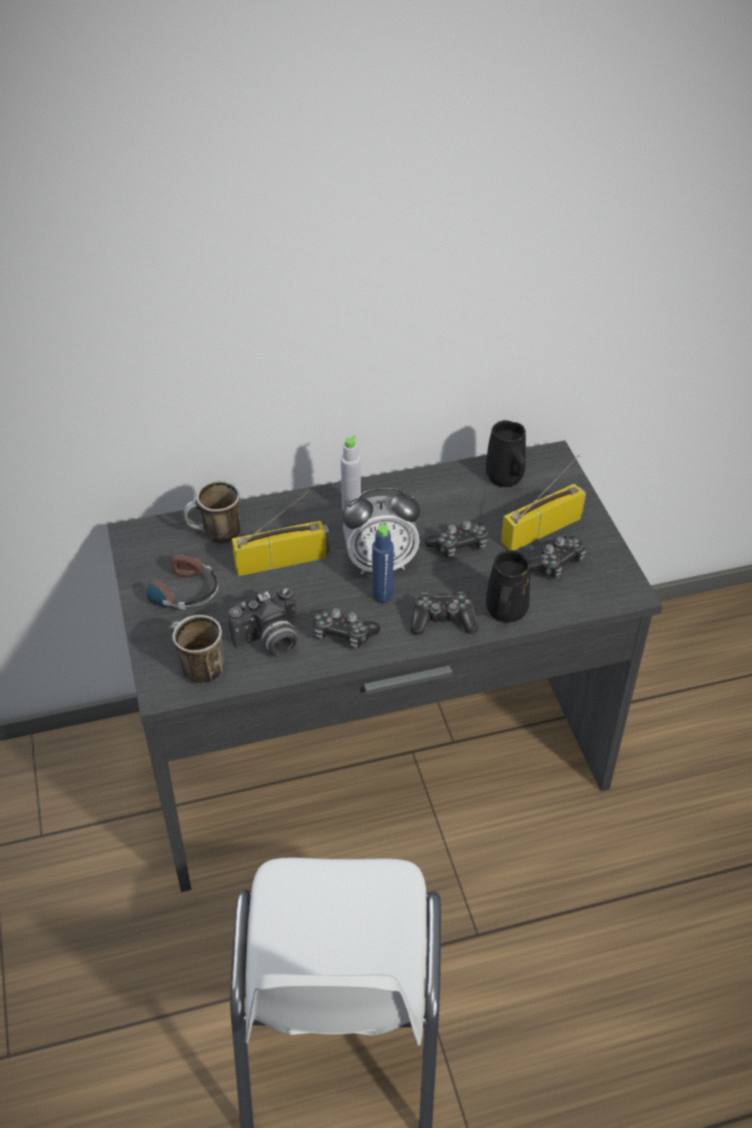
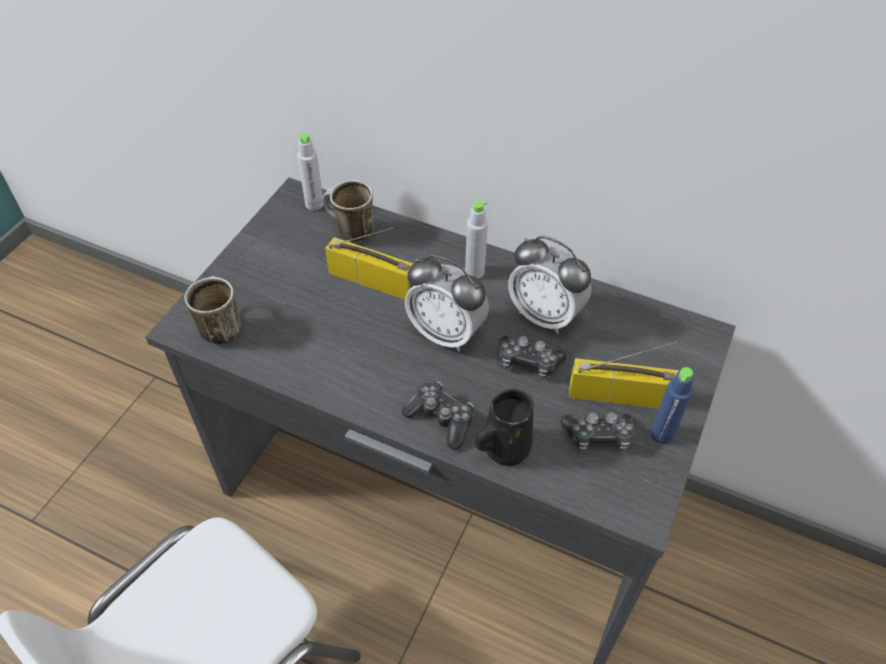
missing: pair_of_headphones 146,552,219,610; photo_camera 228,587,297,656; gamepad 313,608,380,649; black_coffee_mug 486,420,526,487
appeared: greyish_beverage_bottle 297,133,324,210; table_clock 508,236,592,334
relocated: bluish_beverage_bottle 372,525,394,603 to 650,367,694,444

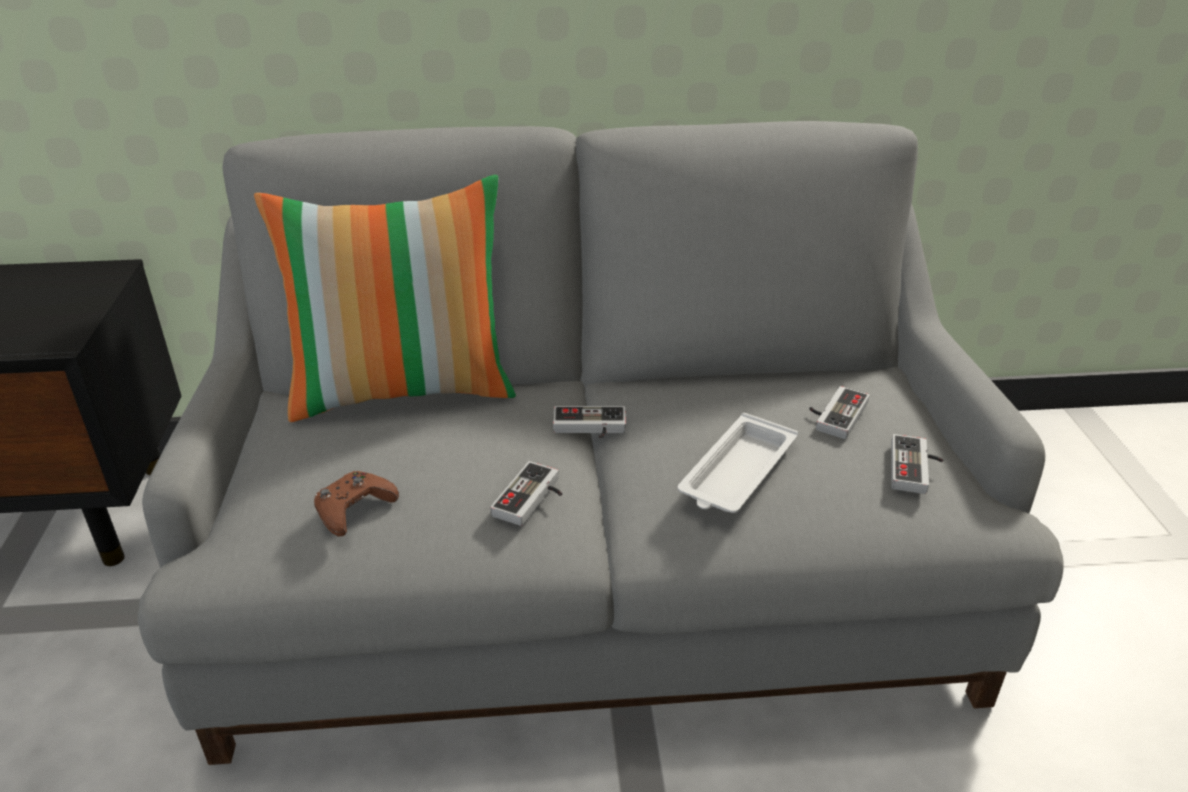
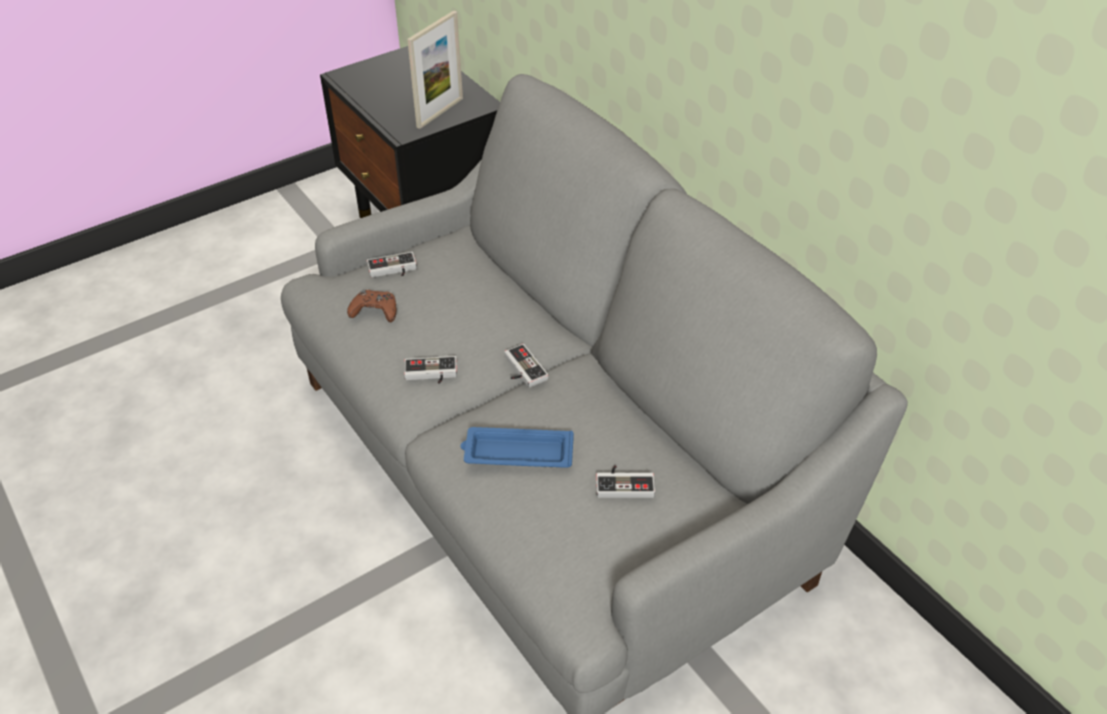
missing: pillow 254,175,516,422
appeared: standing_frame 407,11,463,129
relocated: gamepad 891,434,943,494 to 367,252,417,277
colour: whitish_tray 678,413,798,513 to bluish_tray 460,427,574,468

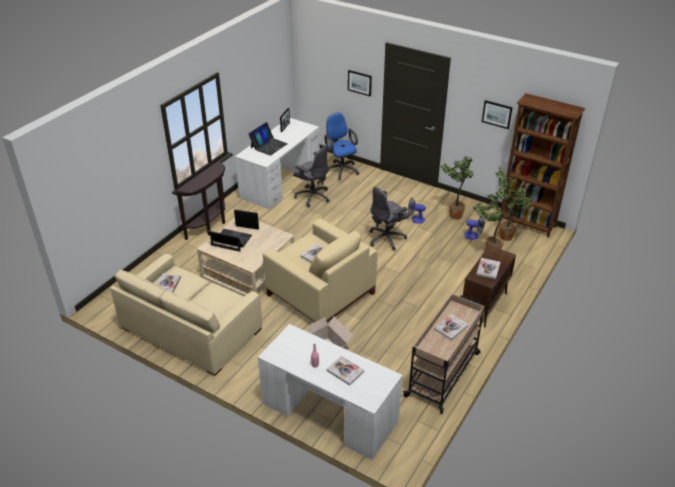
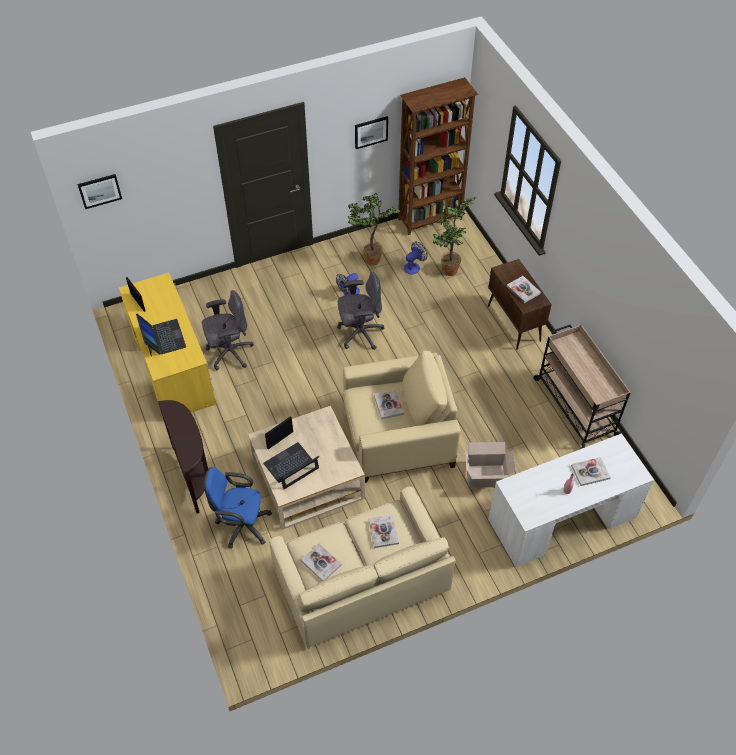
missing: houseplant 495,168,536,241
relocated: wall_art 348,70,372,96 to 77,174,122,209; bluish_computer_chair 324,113,359,180 to 204,467,272,549; bound_book 434,314,468,340 to 369,514,399,548
colour: whitish_desk 235,118,320,210 to yellow-coloured_desk 119,273,216,413
spun: greyish_computer_chair 369,186,409,251 = 337,272,384,350 105 degrees counterclockwise

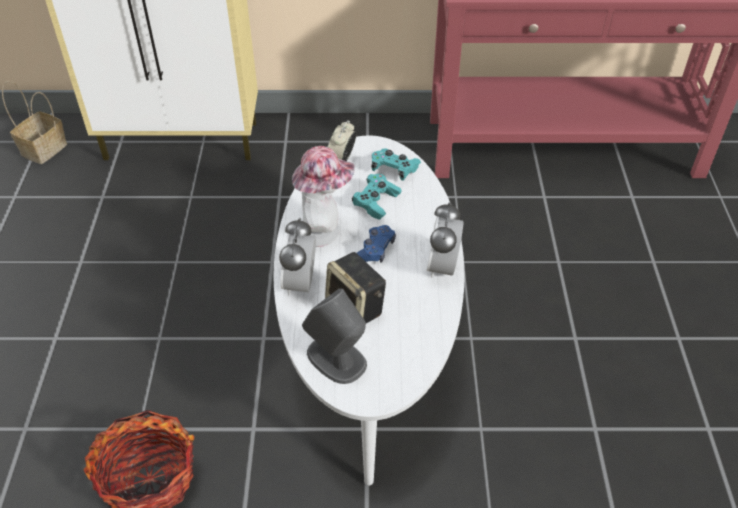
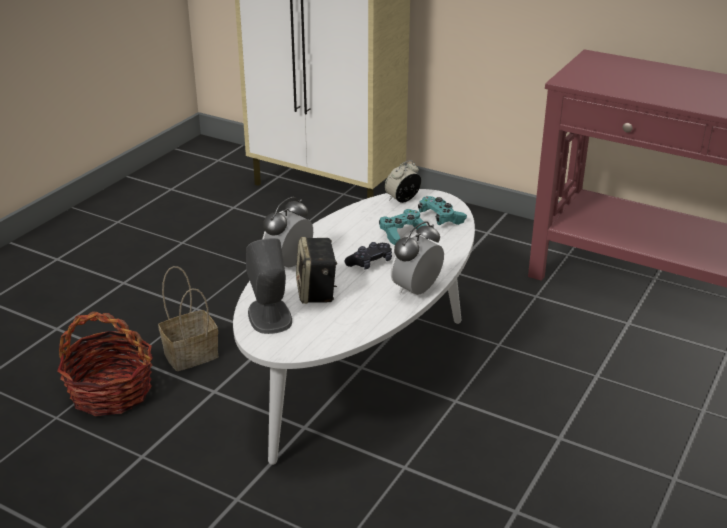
missing: wearable_hat 292,146,355,247
relocated: storage_basket 2,80,67,164 to 158,266,218,371
colour: bluish_gamepad 357,225,396,263 to black_gamepad 344,242,392,270

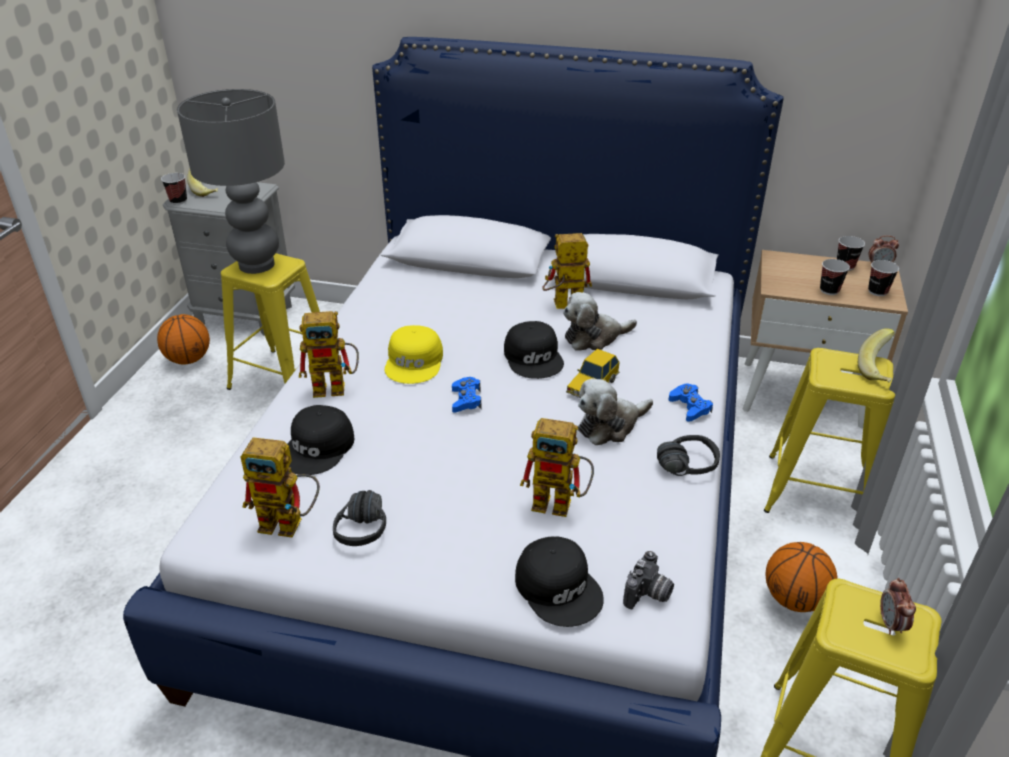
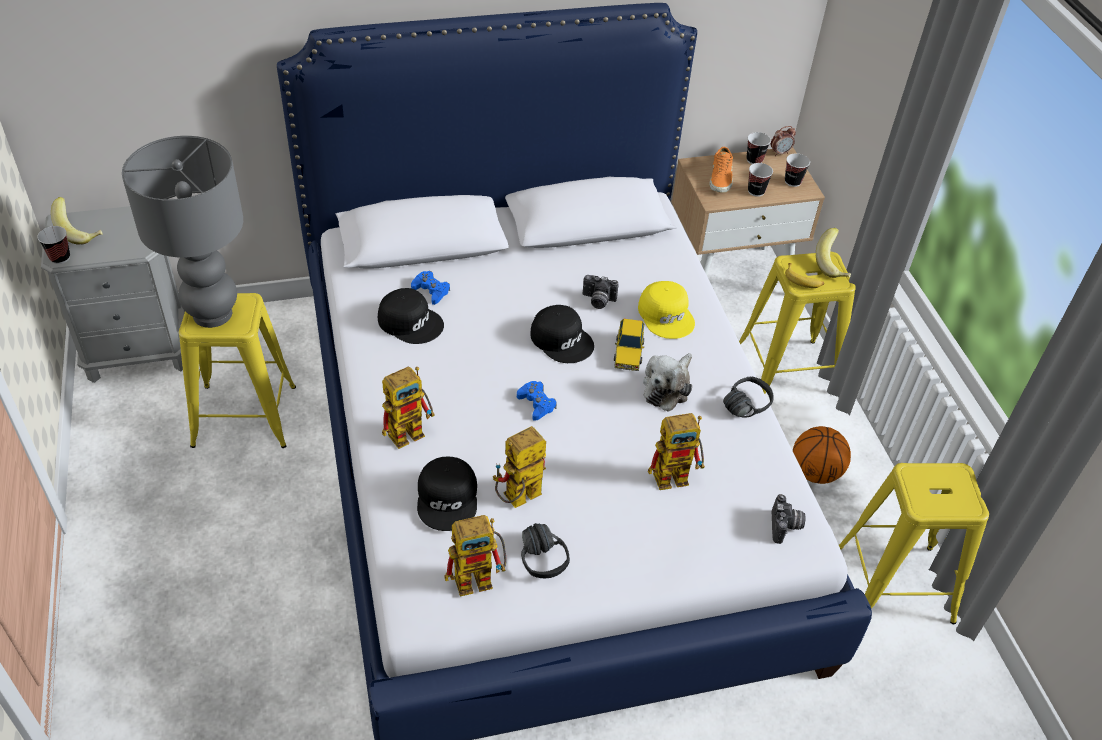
missing: ball_for_basketball 157,314,210,365; table_clock 880,578,916,635
appeared: orangey_shoe 710,147,733,193; whole_banana 785,263,824,288
relocated: black_peaked_cap 515,536,604,627 to 378,288,444,344; bluish_gamepad 669,384,713,422 to 411,271,450,305; model_robot 543,233,592,309 to 493,426,546,508; yellow-coloured_peaked_cap 385,325,443,384 to 638,281,695,339
exchanged: cuddly_toy 563,292,637,351 to photo_camera 583,275,619,309

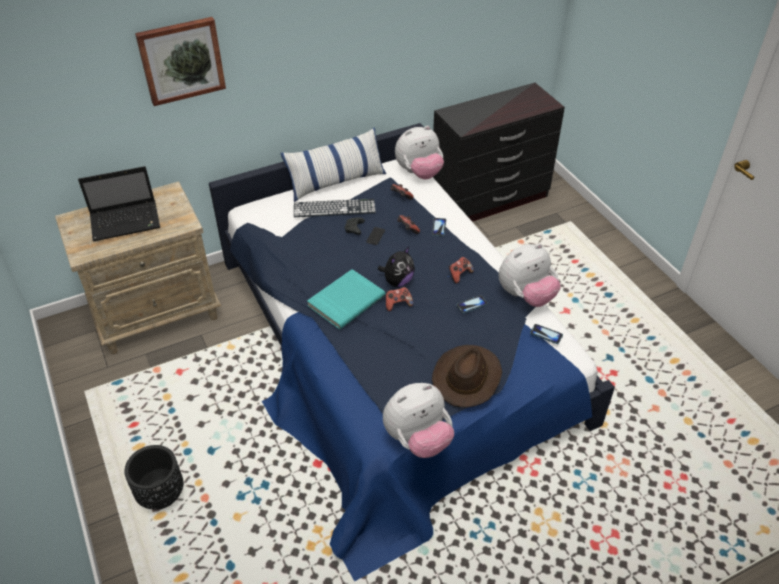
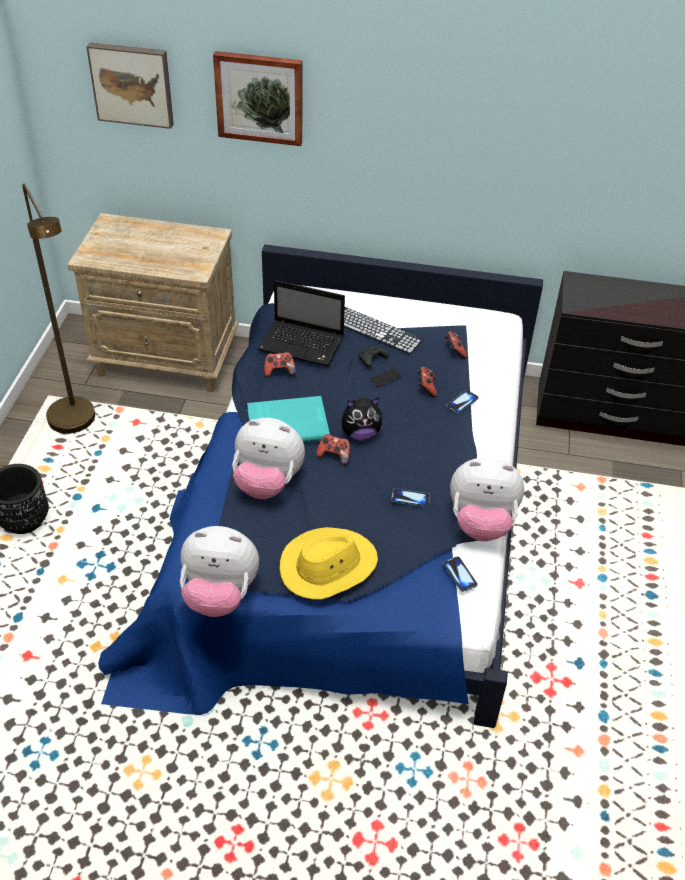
missing: pillow 281,127,386,202
appeared: brownish_floor_lamp 22,184,95,434; wall_art 86,42,174,129
relocated: cuddly_toy 395,126,444,179 to 232,418,305,499; portable_computer 78,166,160,241 to 258,280,345,366; gamepad 449,257,474,284 to 264,352,296,377
colour: brownish_wearable_hat 432,345,502,407 to yellow-coloured_wearable_hat 280,527,378,600

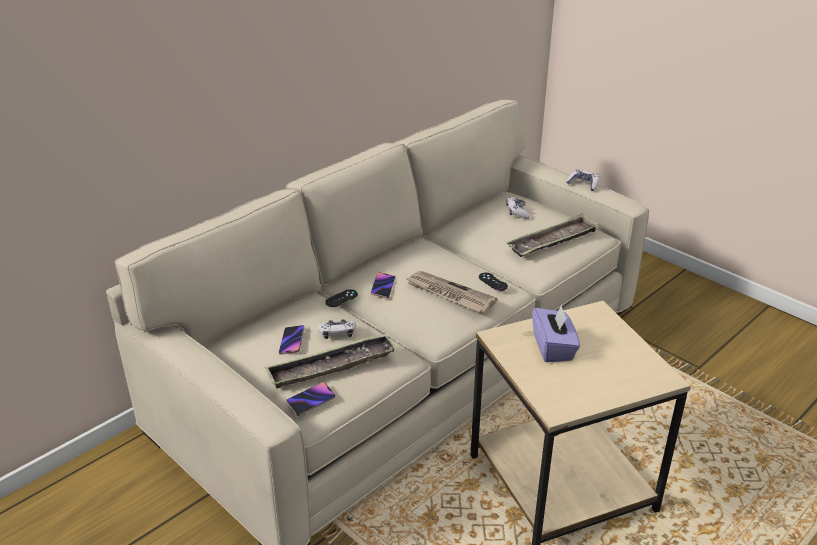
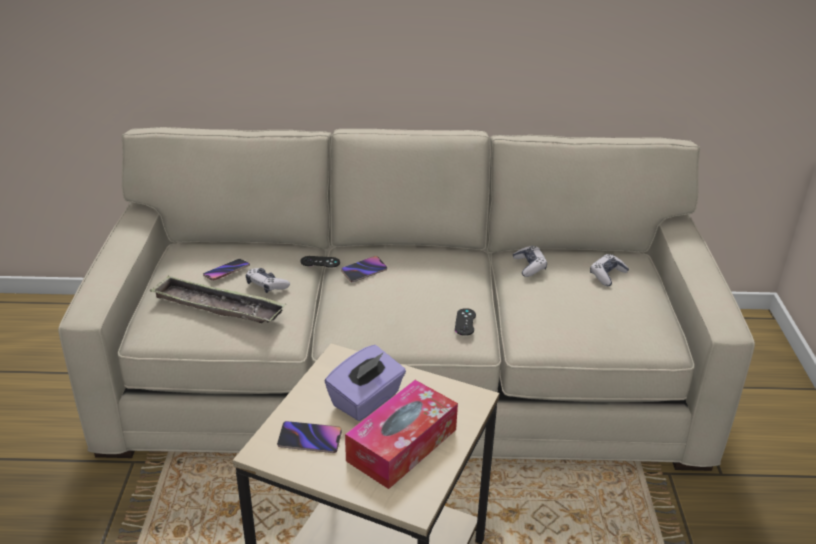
missing: daily_paper 406,271,498,313; tray 506,214,599,257
appeared: box_of_tissues 345,380,458,489
relocated: handset 286,382,335,416 to 277,421,342,453; gamepad 566,169,600,191 to 513,246,547,277

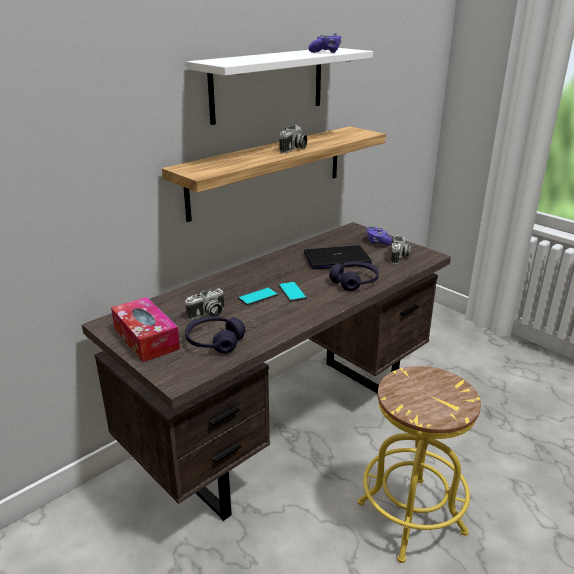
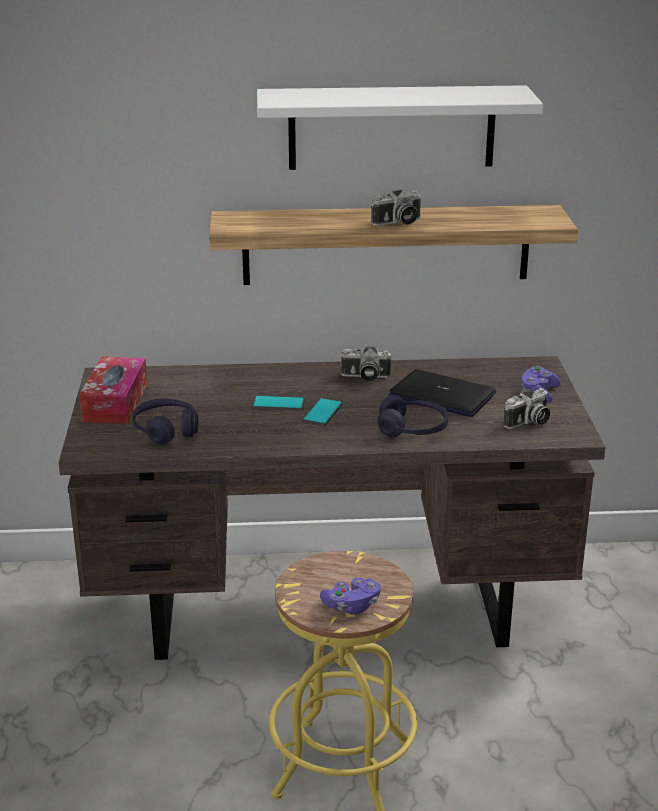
relocated: purplish_gamepad 308,33,342,53 to 320,578,381,615; photo_camera 185,289,224,320 to 340,347,391,381

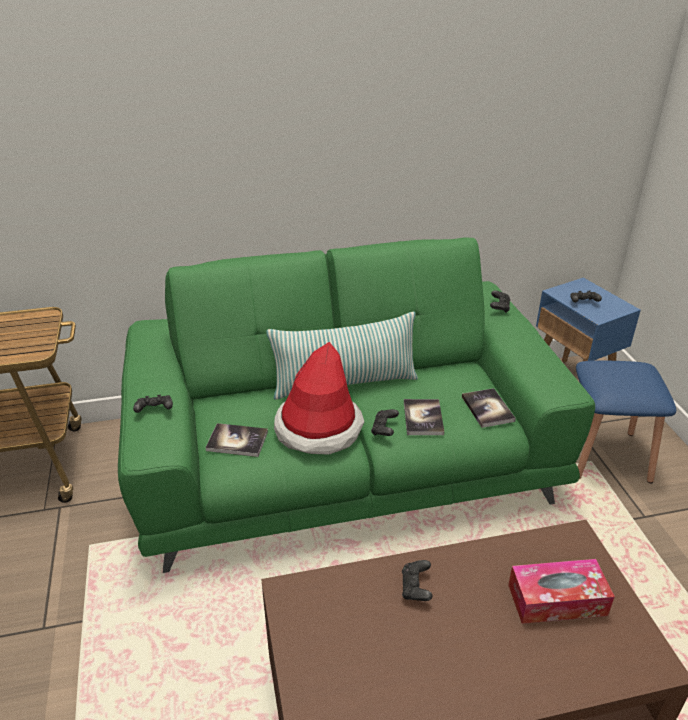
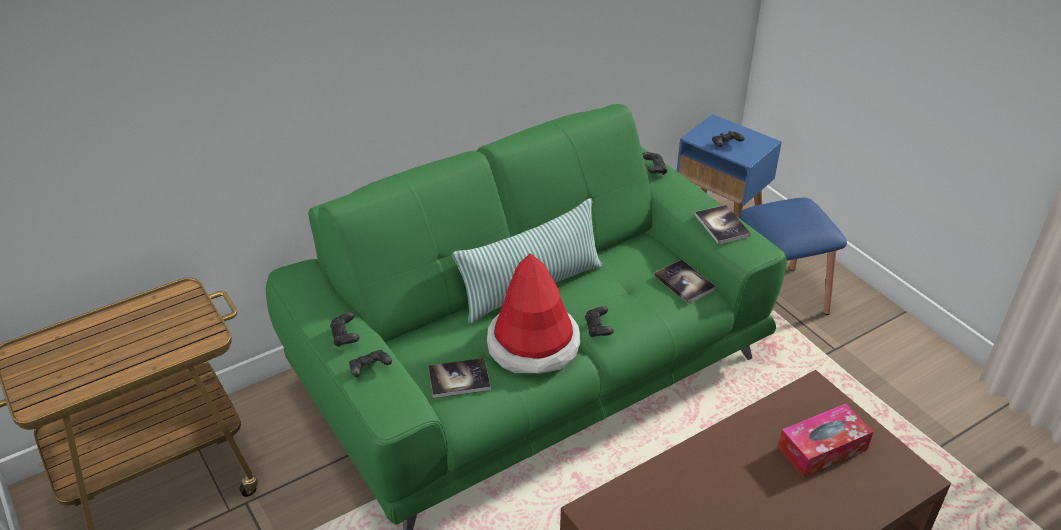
relocated: black_gamepad 402,560,433,601 to 330,312,360,347; bound_book 404,399,444,435 to 695,205,751,245

